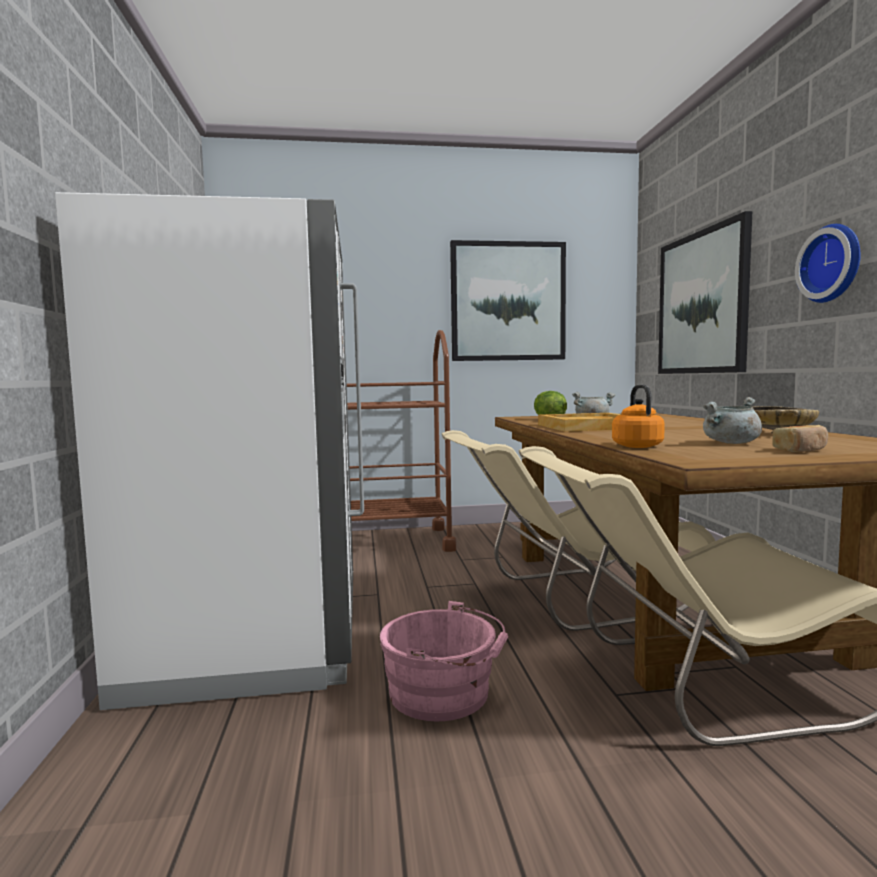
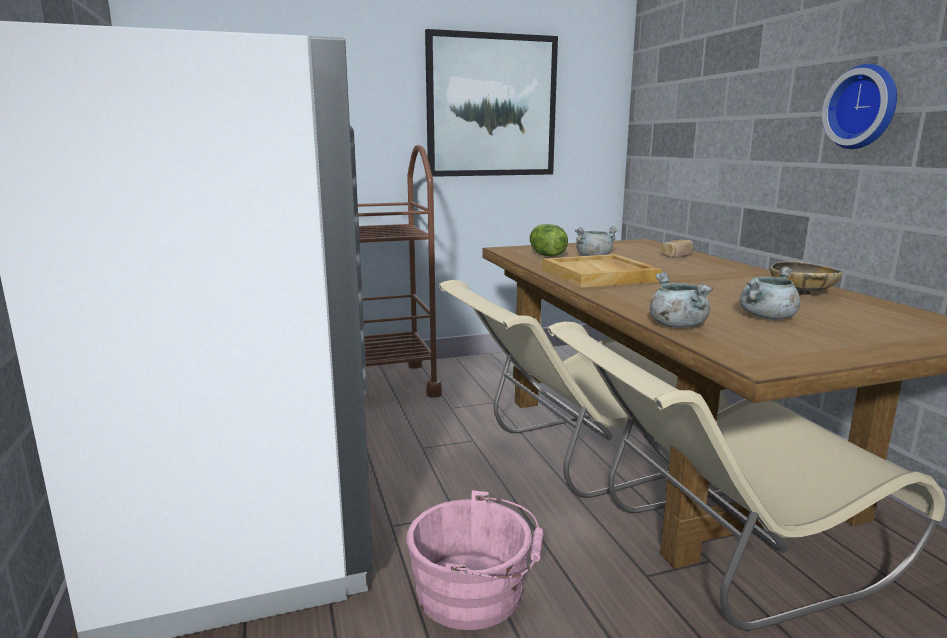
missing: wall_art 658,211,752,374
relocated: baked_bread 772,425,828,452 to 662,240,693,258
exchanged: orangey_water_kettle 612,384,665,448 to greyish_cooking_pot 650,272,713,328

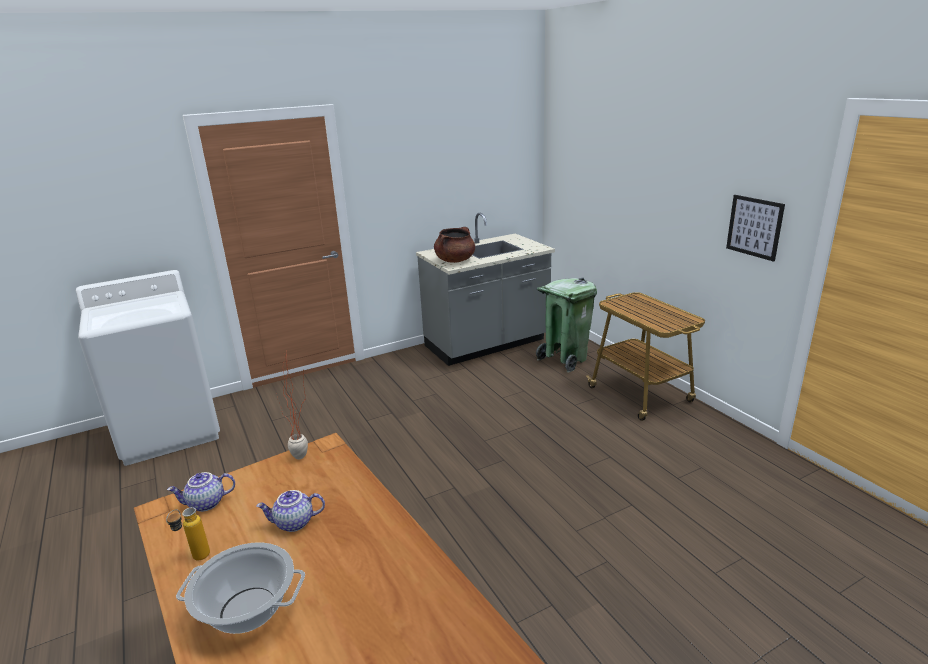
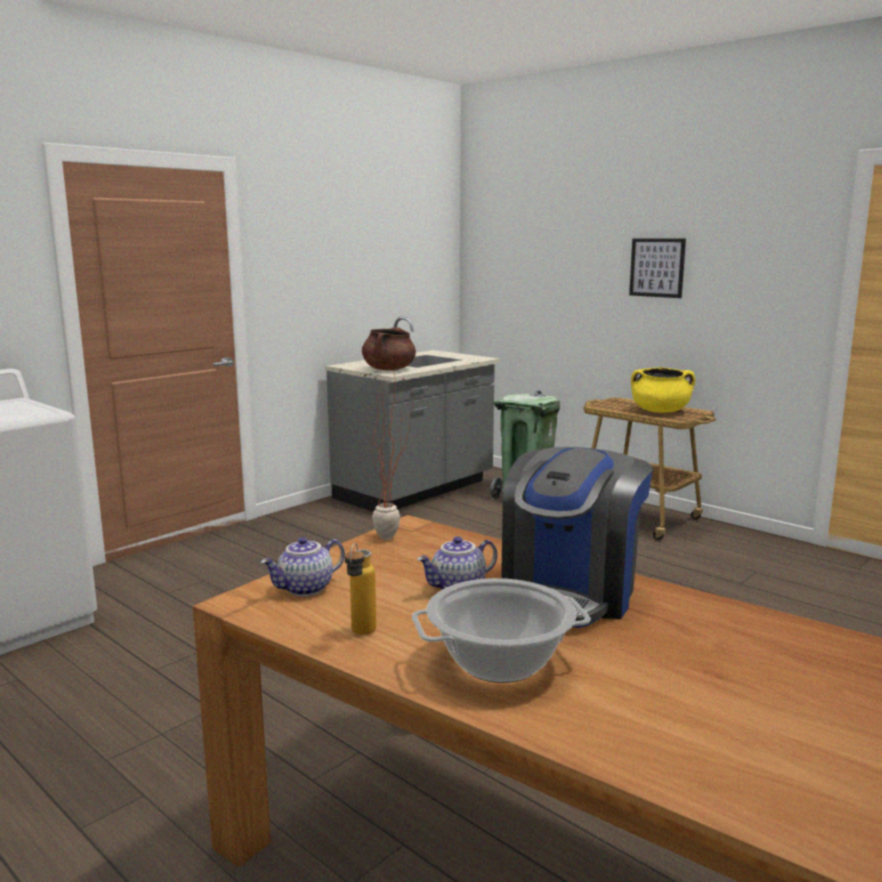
appeared: coffee_maker 501,447,653,628; yellow-coloured_cooking_pot 631,367,695,413
relocated: wall_art 726,195,785,262 to 629,238,686,298

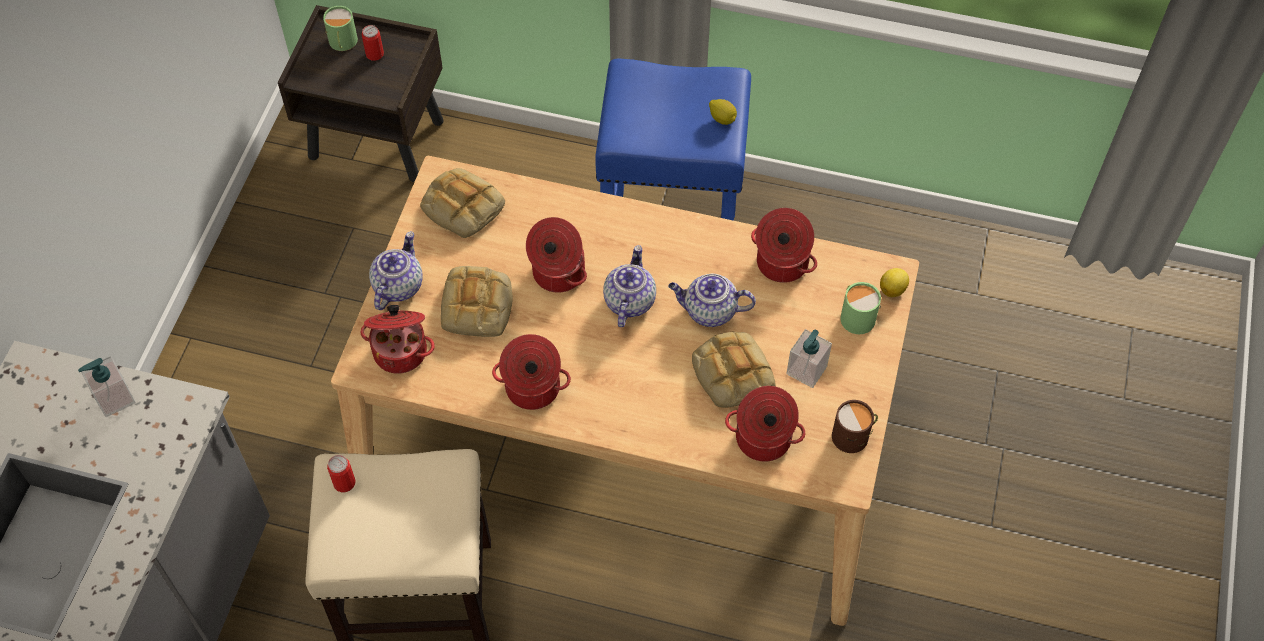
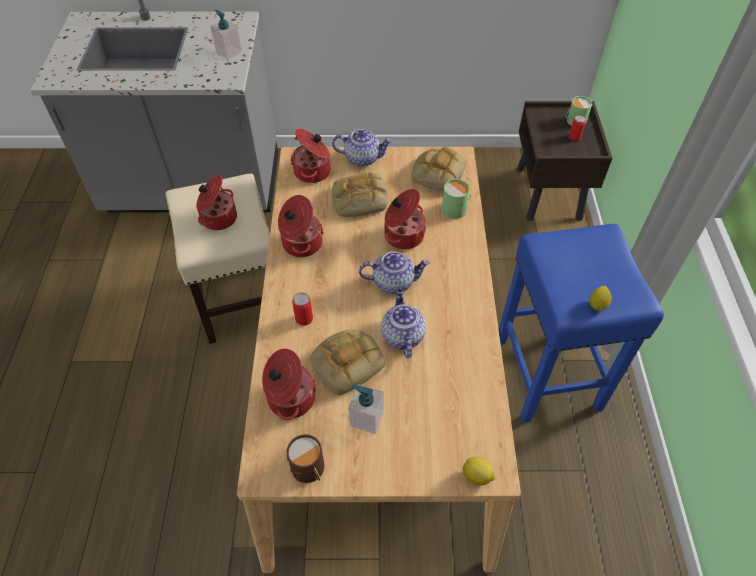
relocated: cooking_pot 751,208,817,283 to 196,175,237,230; can 327,455,356,492 to 292,292,313,326; green_coffee_mug 840,282,881,334 to 442,179,471,219

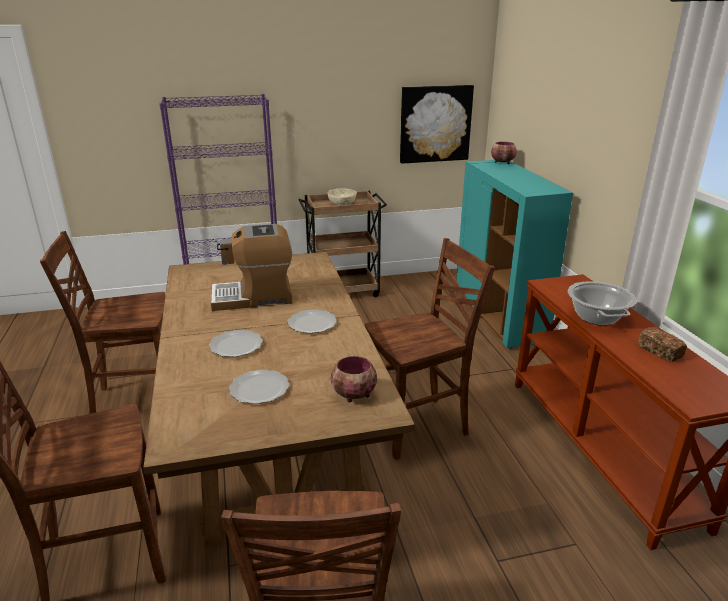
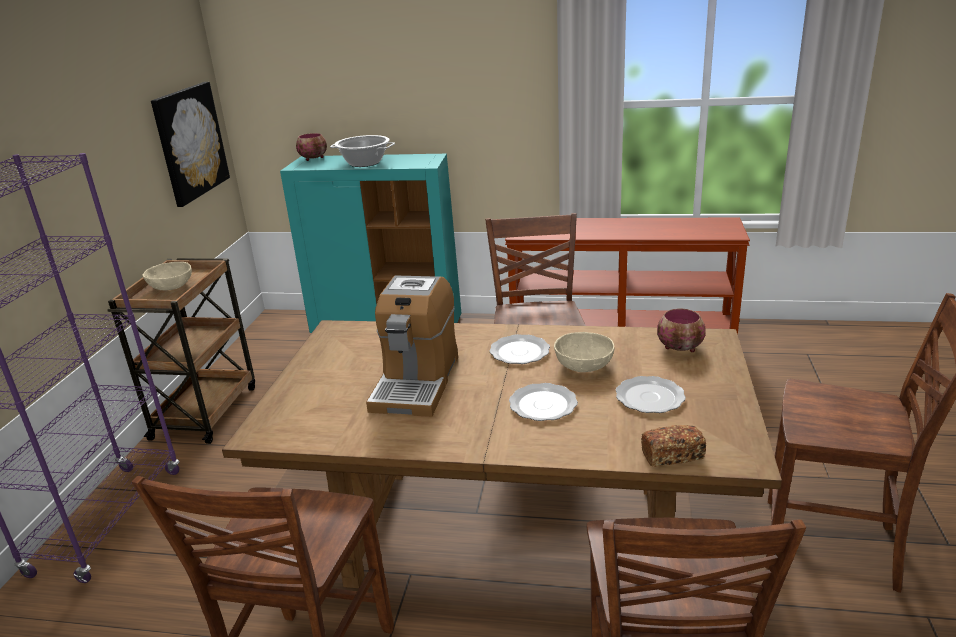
appeared: beige-coloured_bowl 554,332,614,372
relocated: cooking_pot 568,281,636,325 to 330,135,395,167; baked_bread 638,327,687,362 to 641,425,706,467

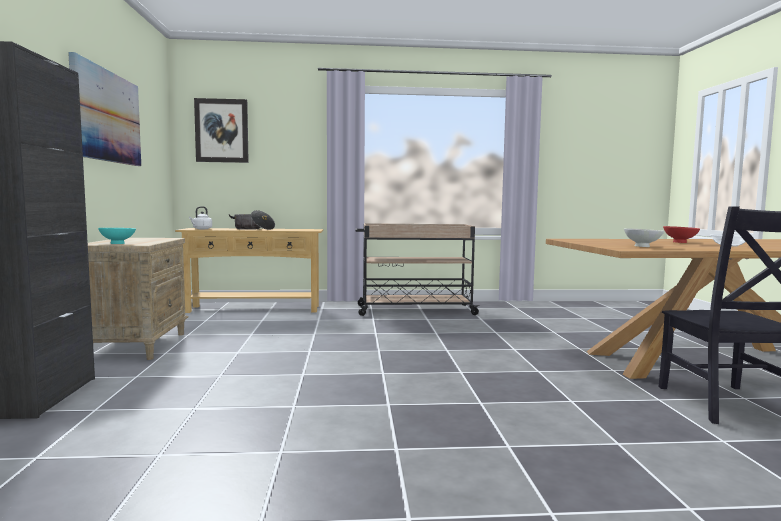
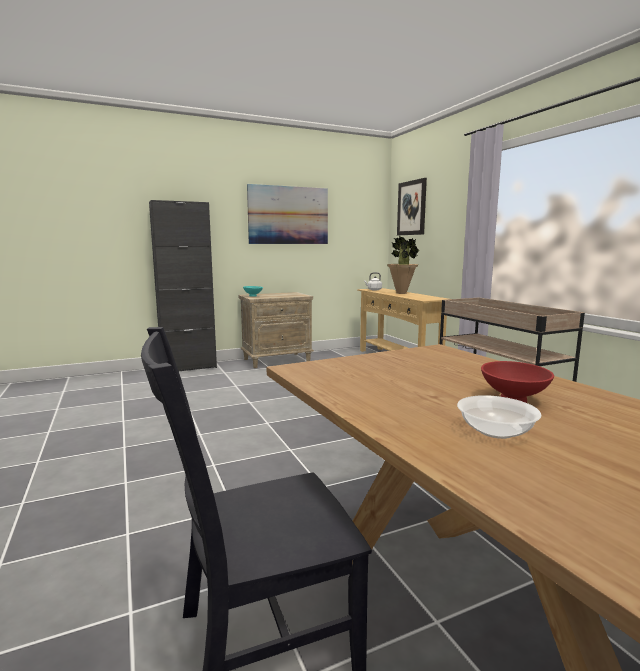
missing: whitish_bowl 624,228,664,247
exchanged: cooking_pot 228,210,275,230 to houseplant 387,236,419,294

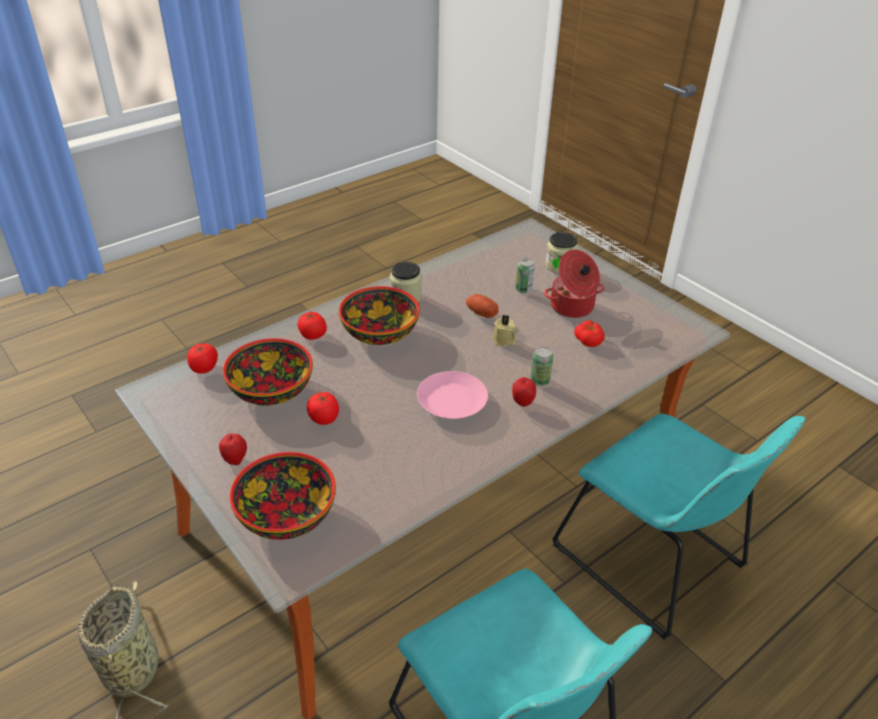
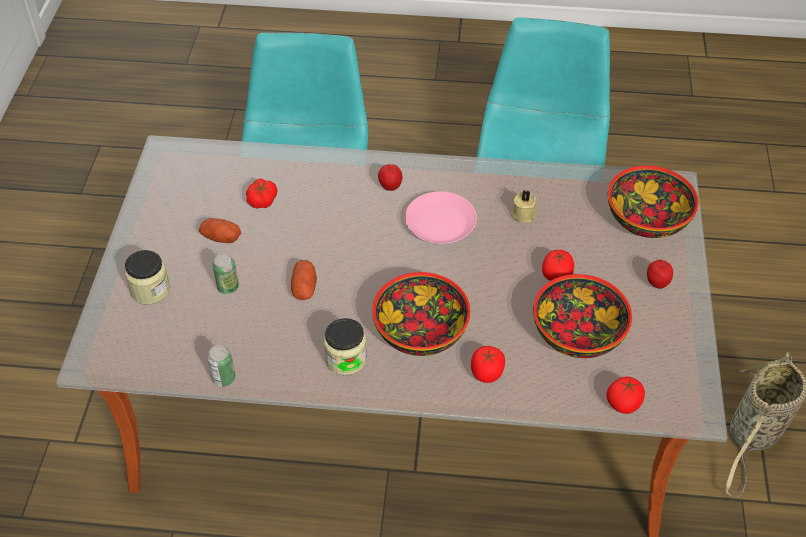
relocated: can 530,347,553,386 to 207,345,236,387; beige-coloured_candle 492,314,517,346 to 511,190,537,223
exchanged: cooking_pot 544,250,604,318 to potato 199,218,241,243

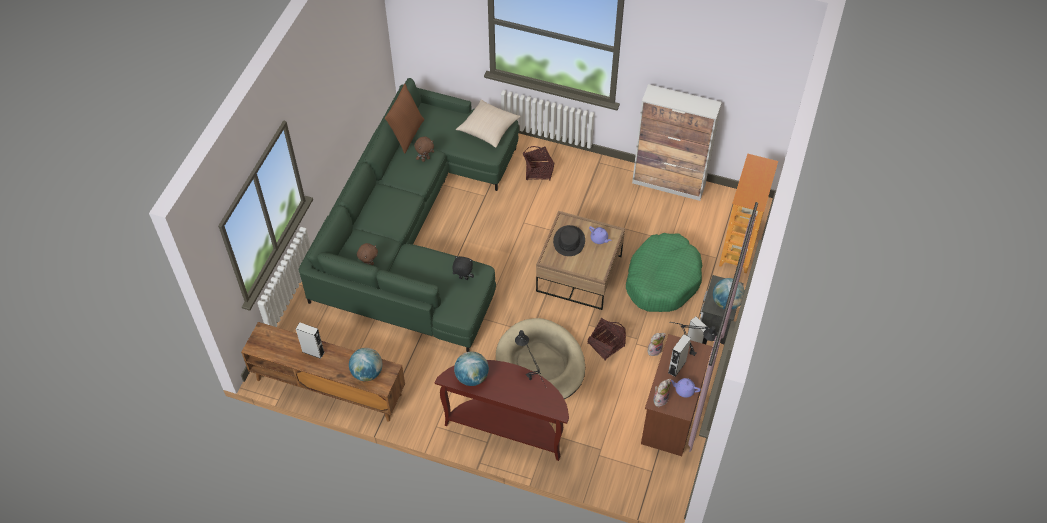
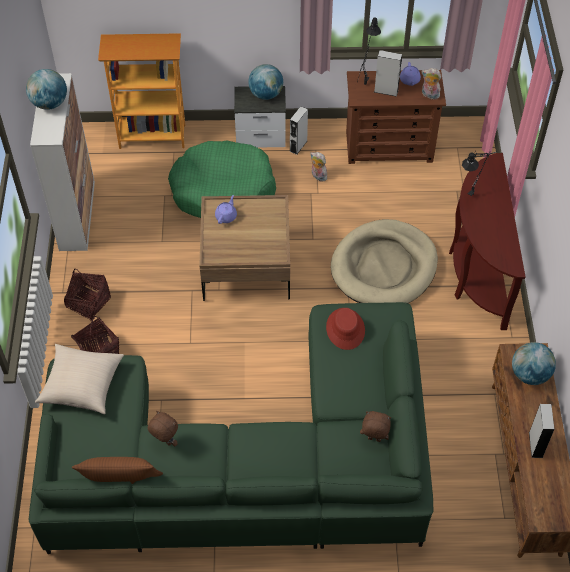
missing: black_wearable_hat 553,225,585,256
relocated: globe 454,351,489,386 to 26,69,67,110; storage_basket 587,318,626,361 to 64,269,111,321
exchanged: black_cuddly_toy 453,256,474,280 to reddish_wearable_hat 326,308,365,350

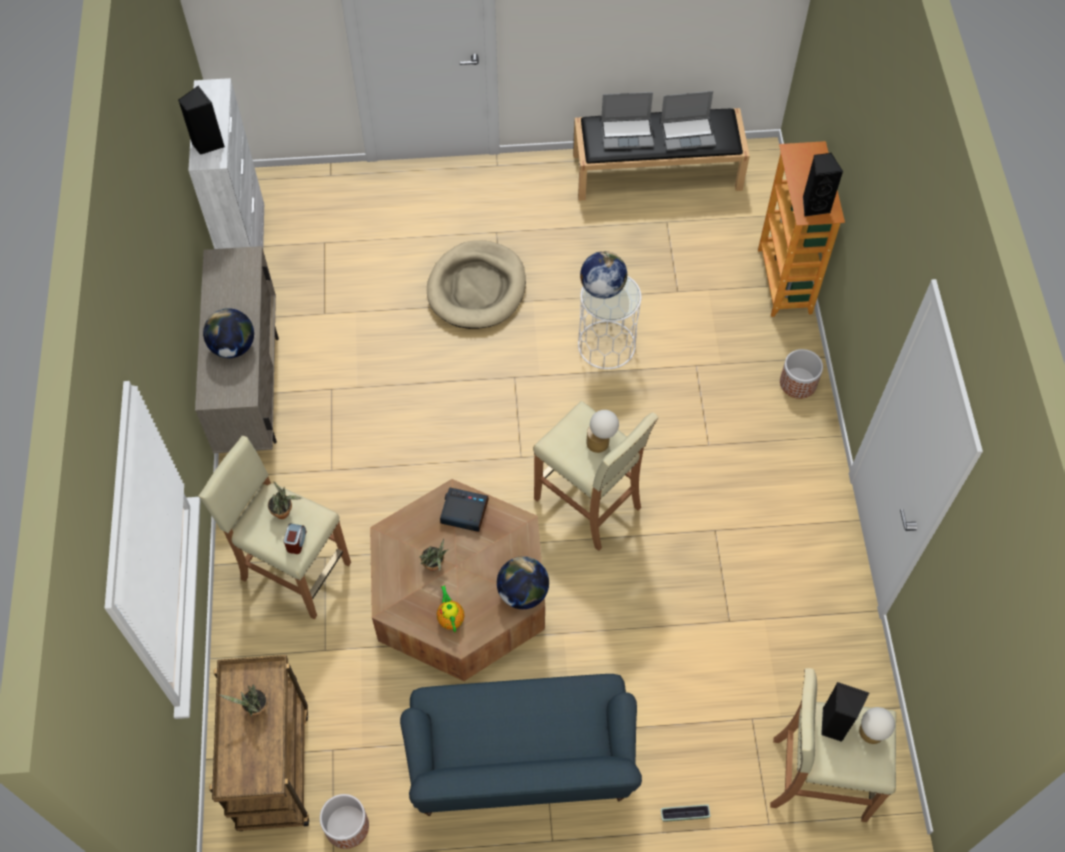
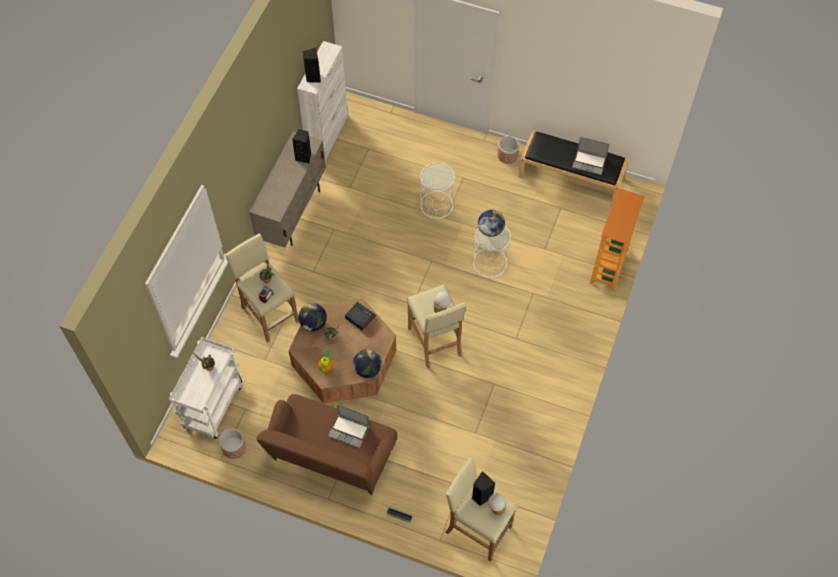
relocated: black_speaker 803,153,843,217 to 292,129,311,164; globe 203,308,254,358 to 298,303,327,331; portable_computer 601,92,654,149 to 328,404,369,448; plant_pot 780,349,823,399 to 497,136,519,164
exchanged: beige-coloured_dog_cushion 427,240,526,329 to whitish_side_table 420,163,455,219
colour: brownish_wheeled_cart 209,655,309,831 to whitish_wheeled_cart 169,337,243,439; bluish_settee 400,674,642,816 to brownish_settee 257,394,398,495

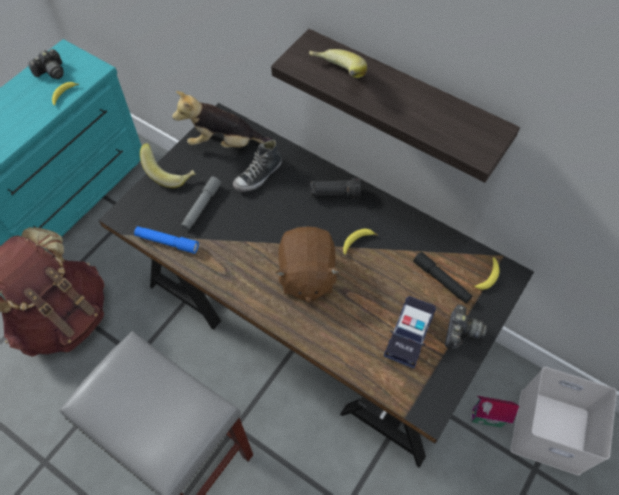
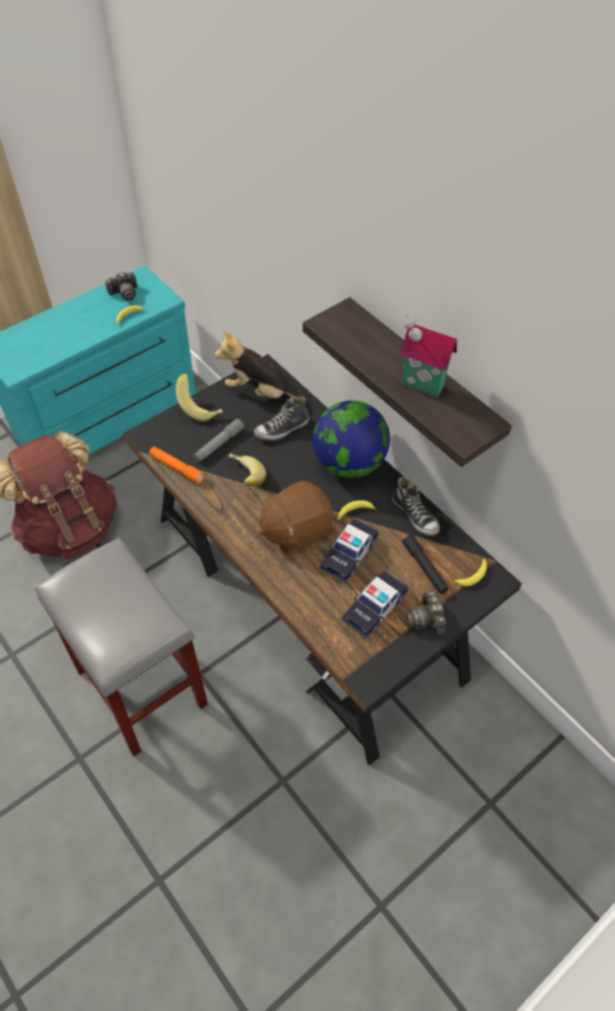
missing: whitish_storage_bin 511,367,617,475
appeared: miniature_car 320,518,379,583; shoe 392,477,440,536
relocated: whole_banana 309,49,367,78 to 229,453,266,487; model_house 470,396,519,427 to 400,315,457,398
exchanged: black_hand_torch 310,178,361,199 to globe 313,400,390,478
colour: bluish_hand_torch 134,226,199,254 to orangey_hand_torch 149,447,205,484
spun: brownish_cuddly_toy 275,227,340,303 = 259,481,334,554 45 degrees clockwise; photo_camera 445,305,487,349 = 406,590,446,635 135 degrees clockwise

